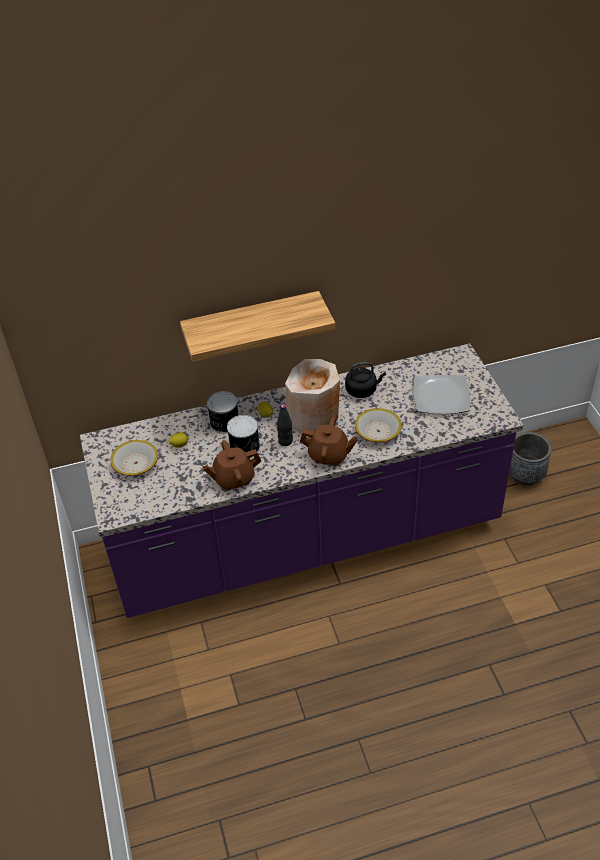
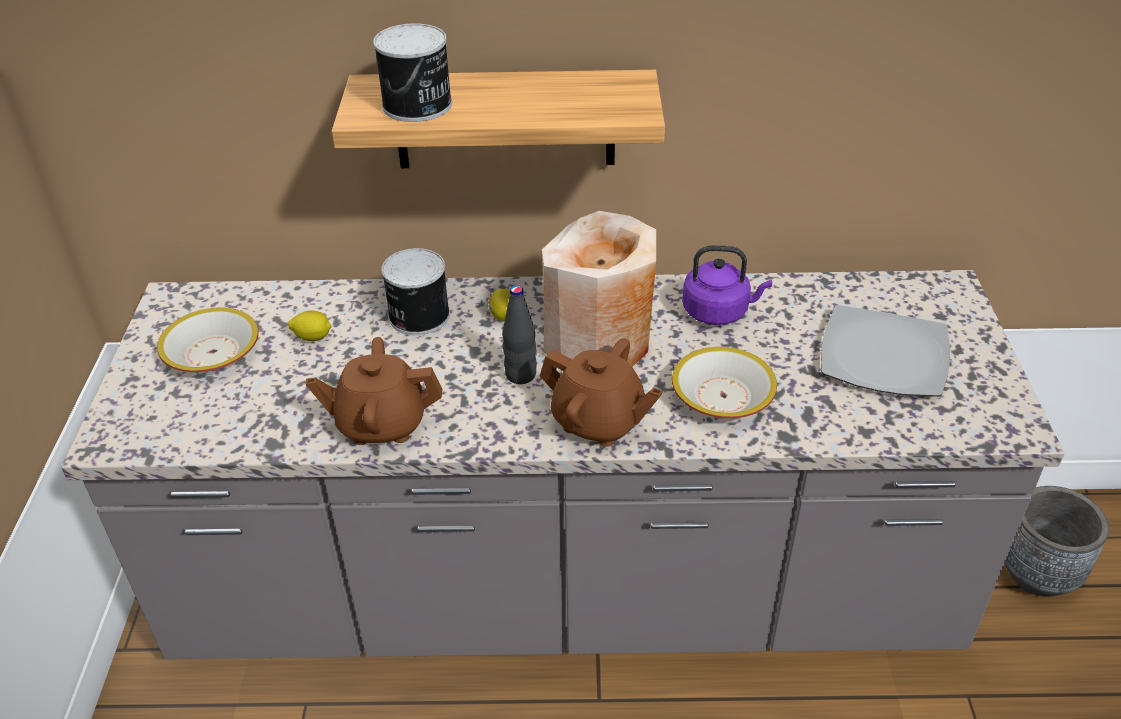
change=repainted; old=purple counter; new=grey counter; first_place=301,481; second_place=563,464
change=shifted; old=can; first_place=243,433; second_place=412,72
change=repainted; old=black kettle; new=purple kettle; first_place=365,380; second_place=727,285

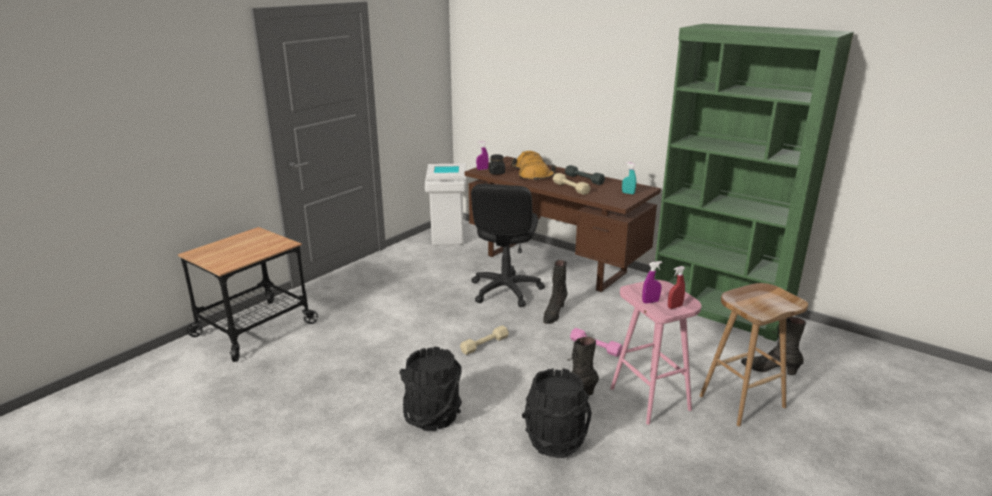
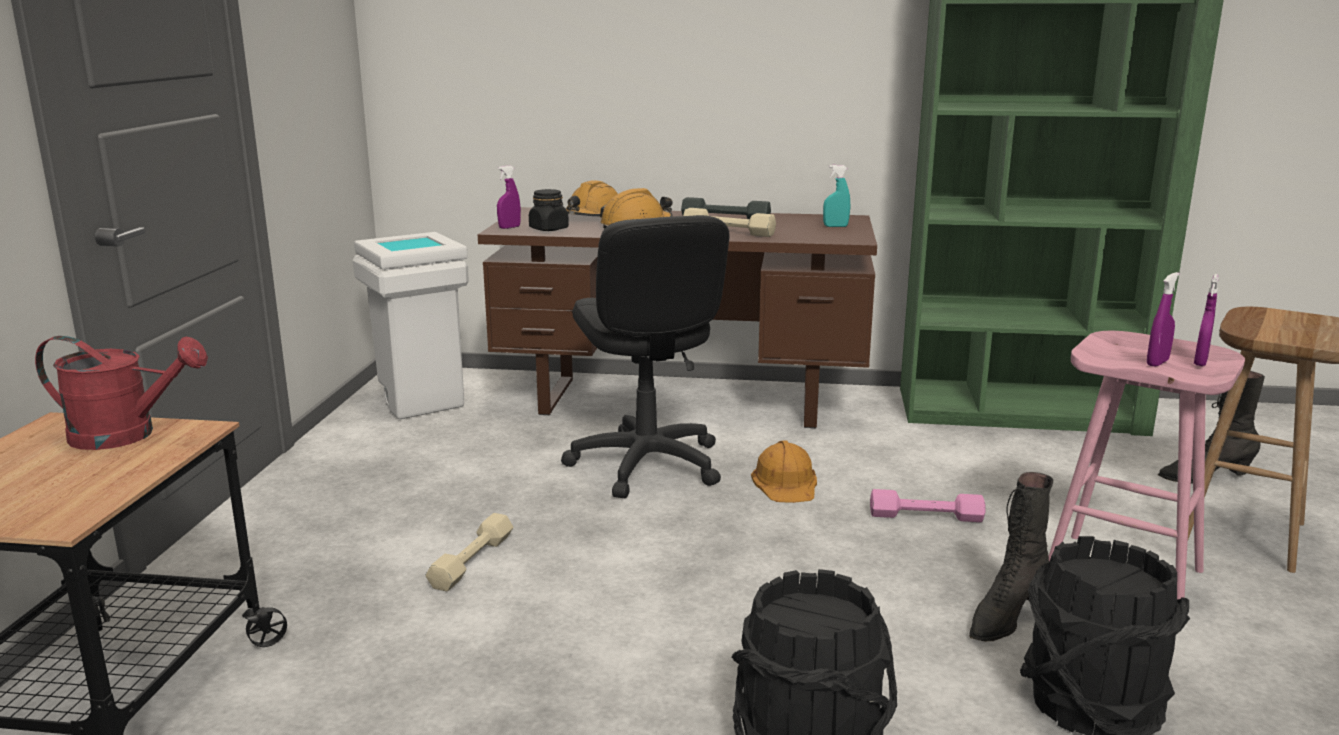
change=shifted; old=beige dumbbell; first_place=484,340; second_place=469,552
change=swapped; old=black boot; new=orange hard hat; first_place=555,292; second_place=784,471
change=repainted; old=red spray bottle; new=purple spray bottle; first_place=676,287; second_place=1206,320
change=new; new=red watering can; second_place=121,393

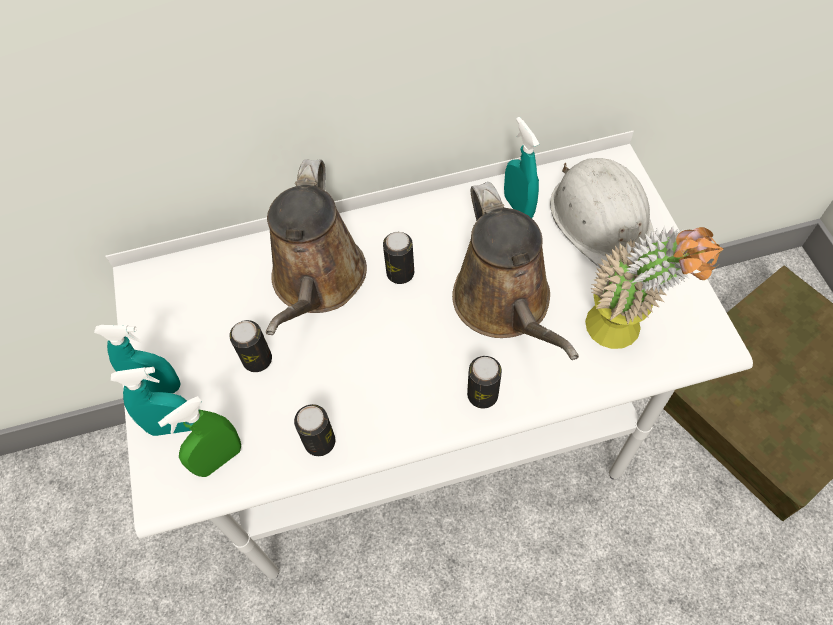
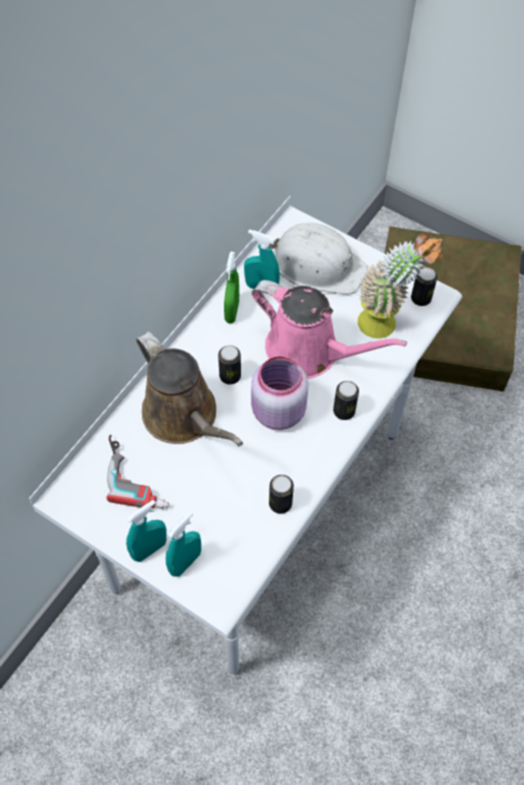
change=shifted; old=green spray bottle; first_place=199,436; second_place=231,287
change=shifted; old=can; first_place=250,346; second_place=424,286
change=repainted; old=brown watering can; new=pink watering can; first_place=515,271; second_place=329,329
change=new; new=power drill; second_place=138,471
change=new; new=pink jar; second_place=279,393

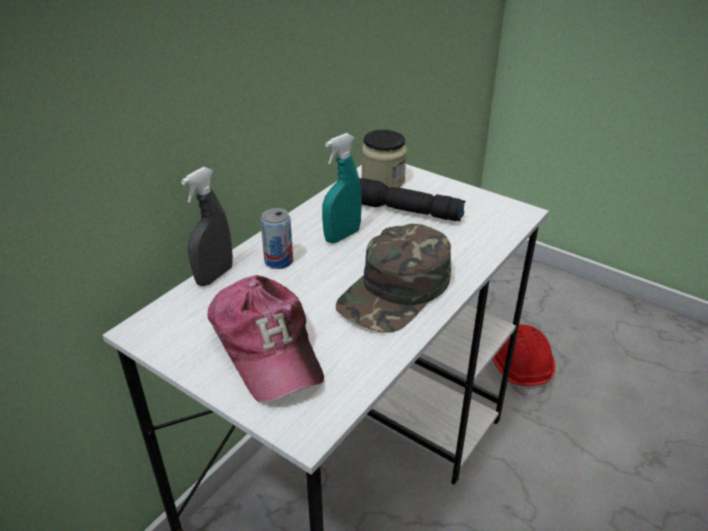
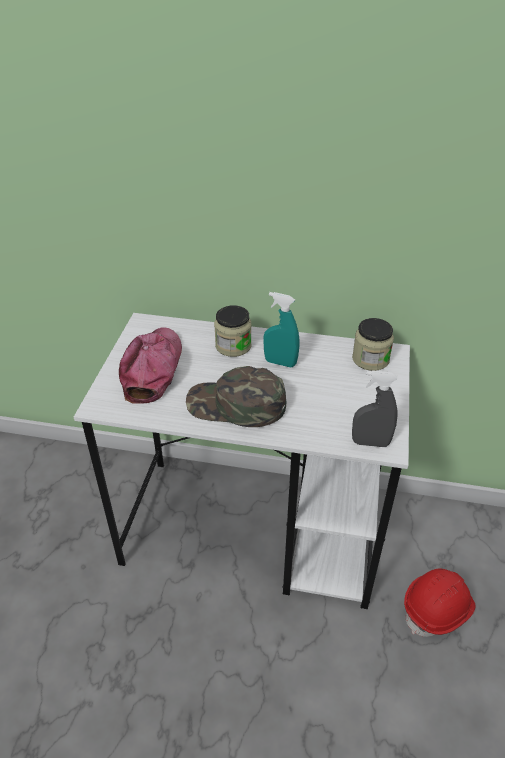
change=shifted; old=grey spray bottle; first_place=207,226; second_place=375,408
change=rotated; old=cap; first_place=266,338; second_place=150,365; degrees=150
change=swapped; old=can; new=jar; first_place=276,238; second_place=232,331
change=gone; old=black flashlight; first_place=412,199

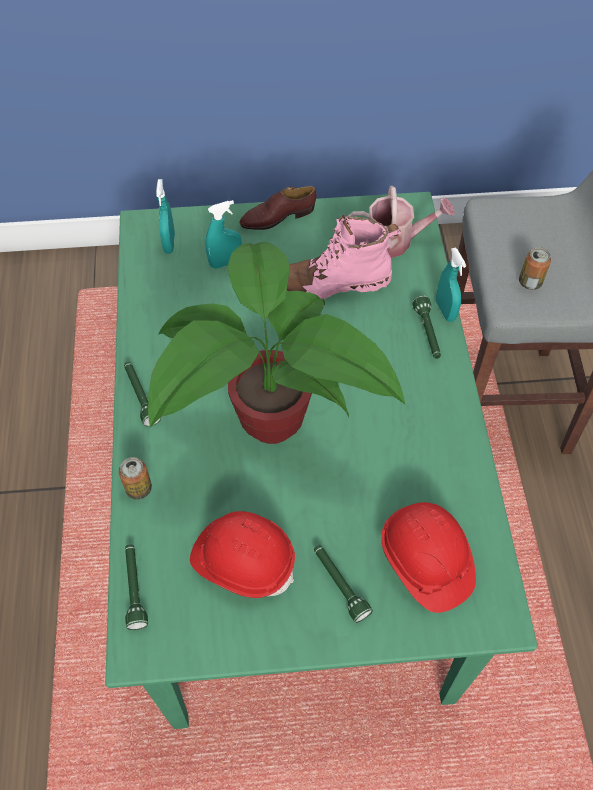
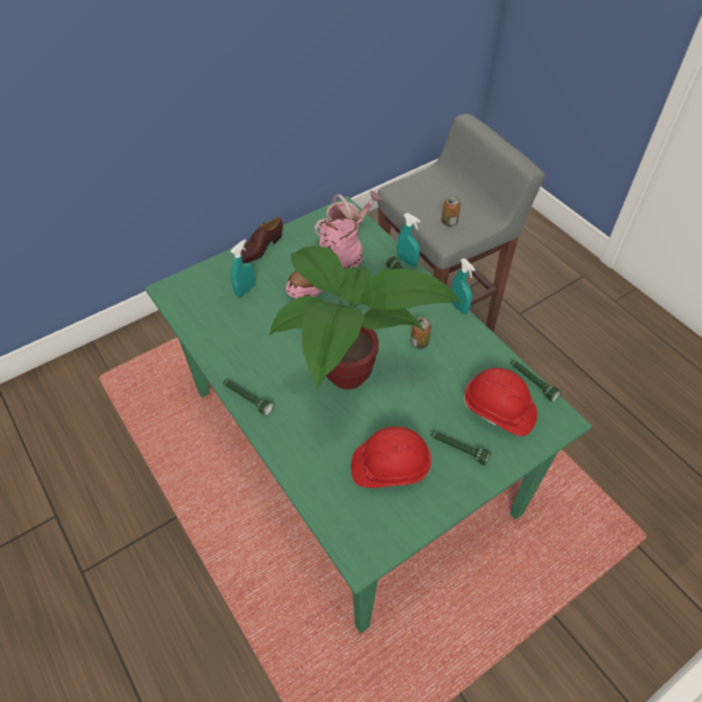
change=shifted; old=can; first_place=135,478; second_place=421,333
change=shifted; old=green flashlight; first_place=136,587; second_place=536,381
change=shifted; old=turquoise spray bottle; first_place=165,216; second_place=463,286

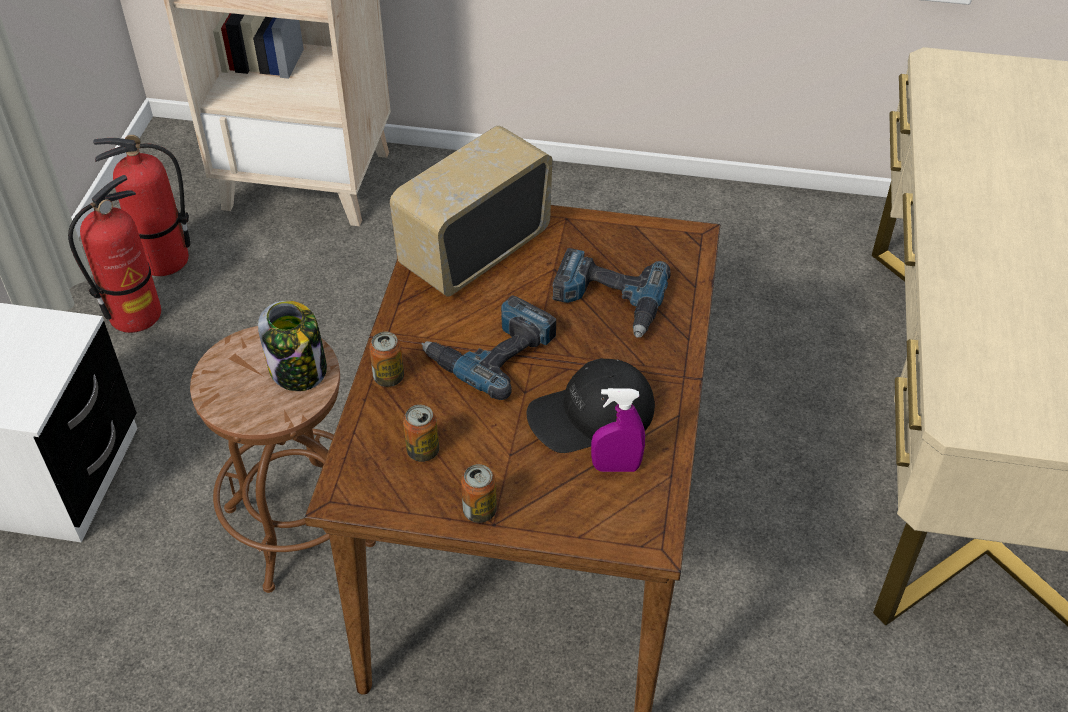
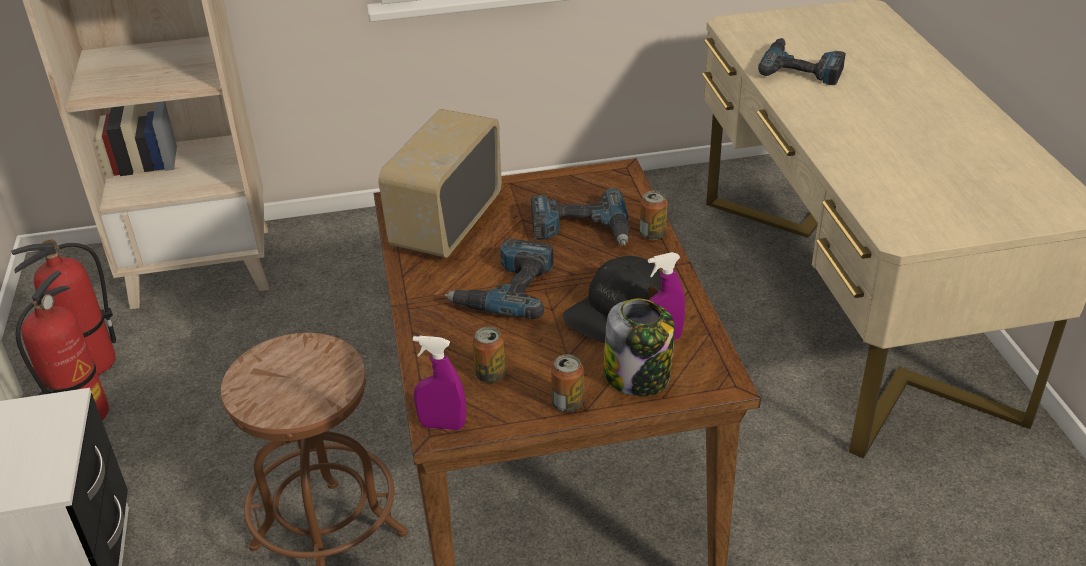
change=shifted; old=jar; first_place=292,346; second_place=639,347
change=shifted; old=can; first_place=386,359; second_place=653,215
change=new; new=purple spray bottle; second_place=439,383
change=new; new=power drill; second_place=802,61

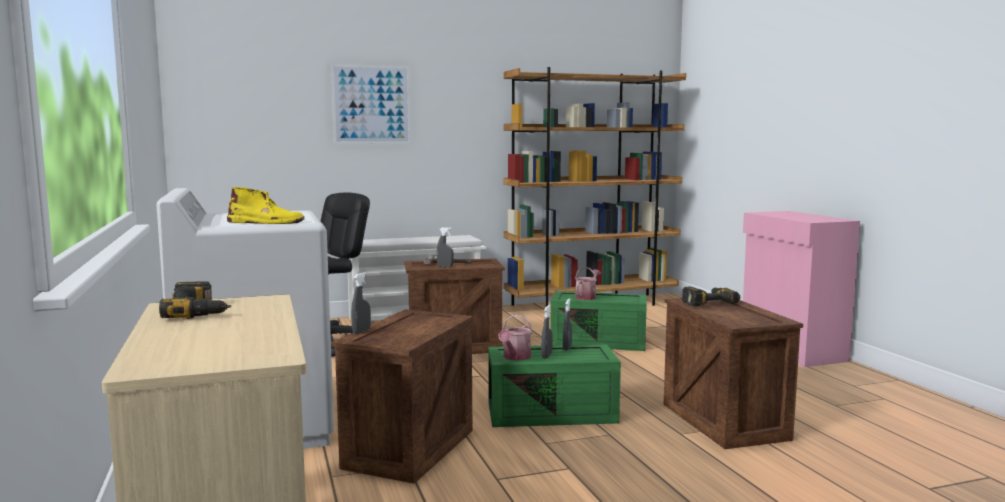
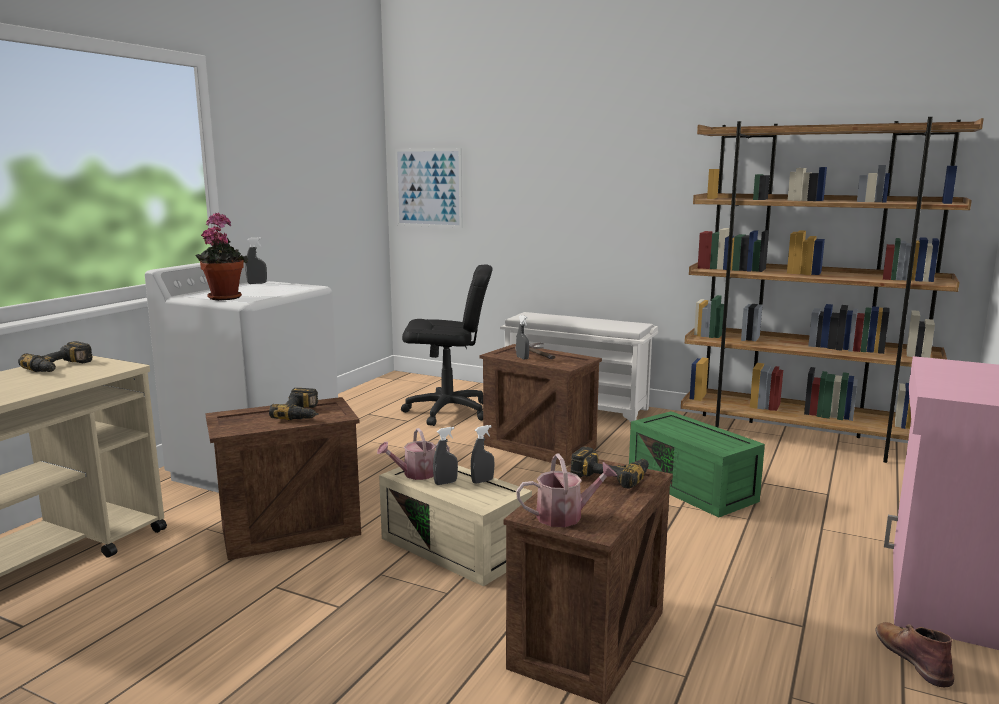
change=swapped; old=yellow boot; new=potted plant; first_place=266,205; second_place=221,256
change=shifted; old=picture; first_place=371,104; second_place=429,188
change=shifted; old=grey spray bottle; first_place=361,303; second_place=256,260
change=repainted; old=green storage box; new=beige storage box; first_place=554,385; second_place=455,526
change=shifted; old=watering can; first_place=588,283; second_place=566,490
change=new; new=power drill; second_place=294,404
change=new; new=brown boot; second_place=915,654

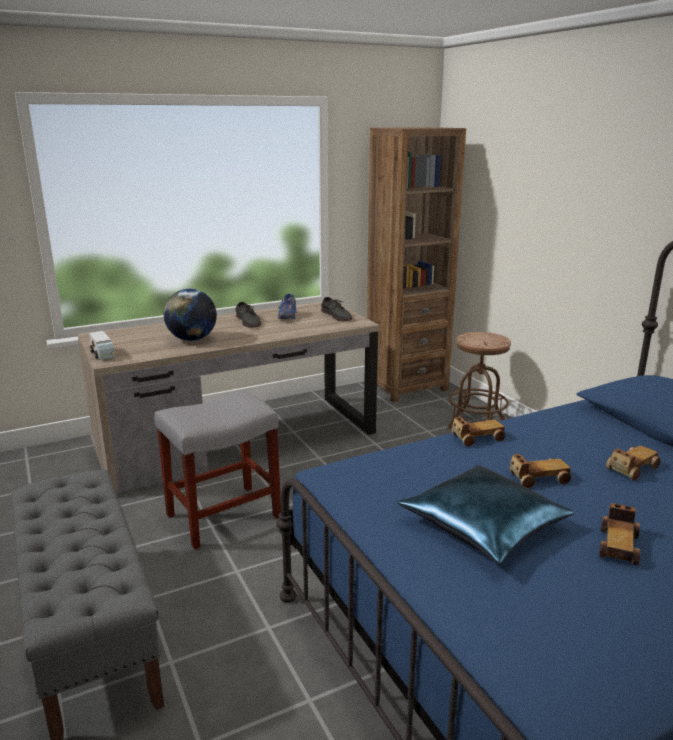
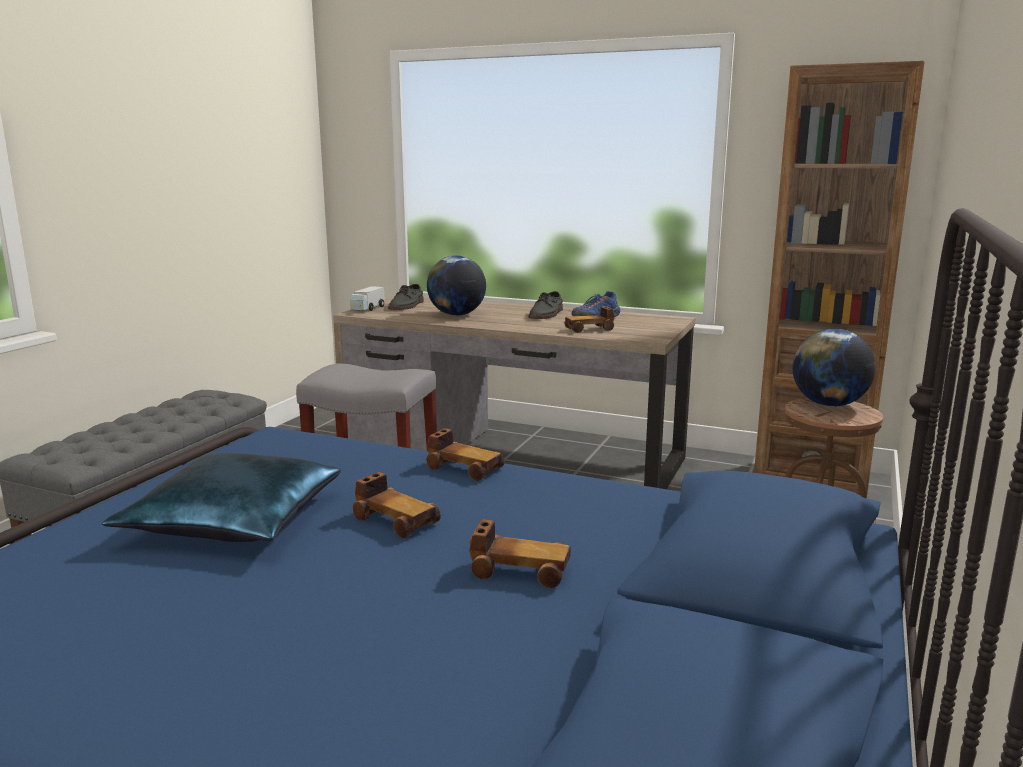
change=shifted; old=grey shoe; first_place=336,309; second_place=406,297
change=shifted; old=toy car; first_place=620,534; second_place=589,319
change=new; new=globe; second_place=834,368

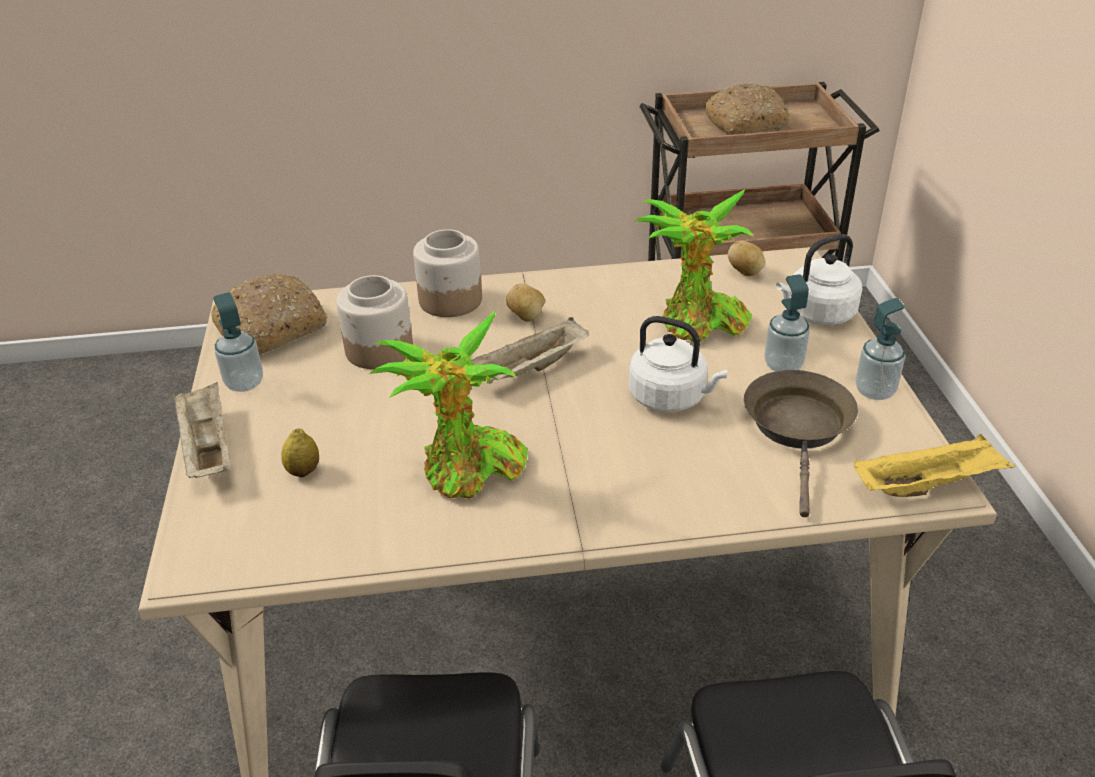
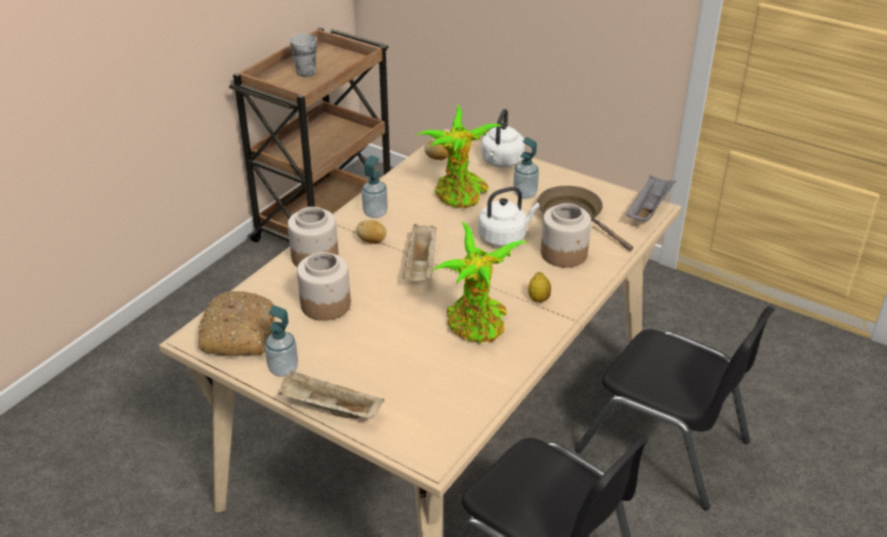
change=shifted; old=lemon; first_place=300,452; second_place=539,287
change=swapped; old=bread; new=cup; first_place=747,109; second_place=303,55
change=repainted; old=yellow tray; new=grey tray; first_place=935,465; second_place=651,198
change=shifted; old=soap dispenser; first_place=880,349; second_place=375,186
change=new; new=jar; second_place=566,235

